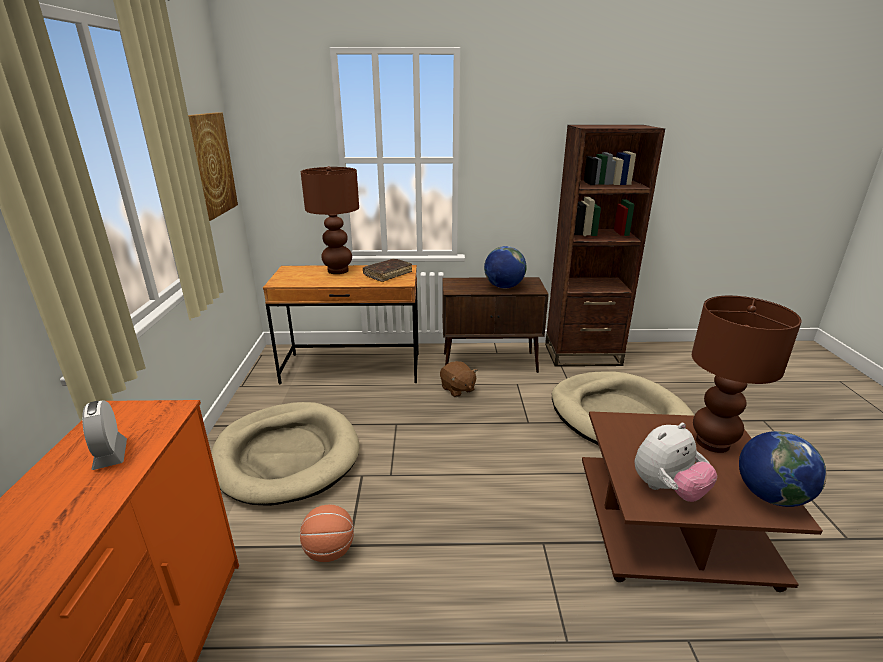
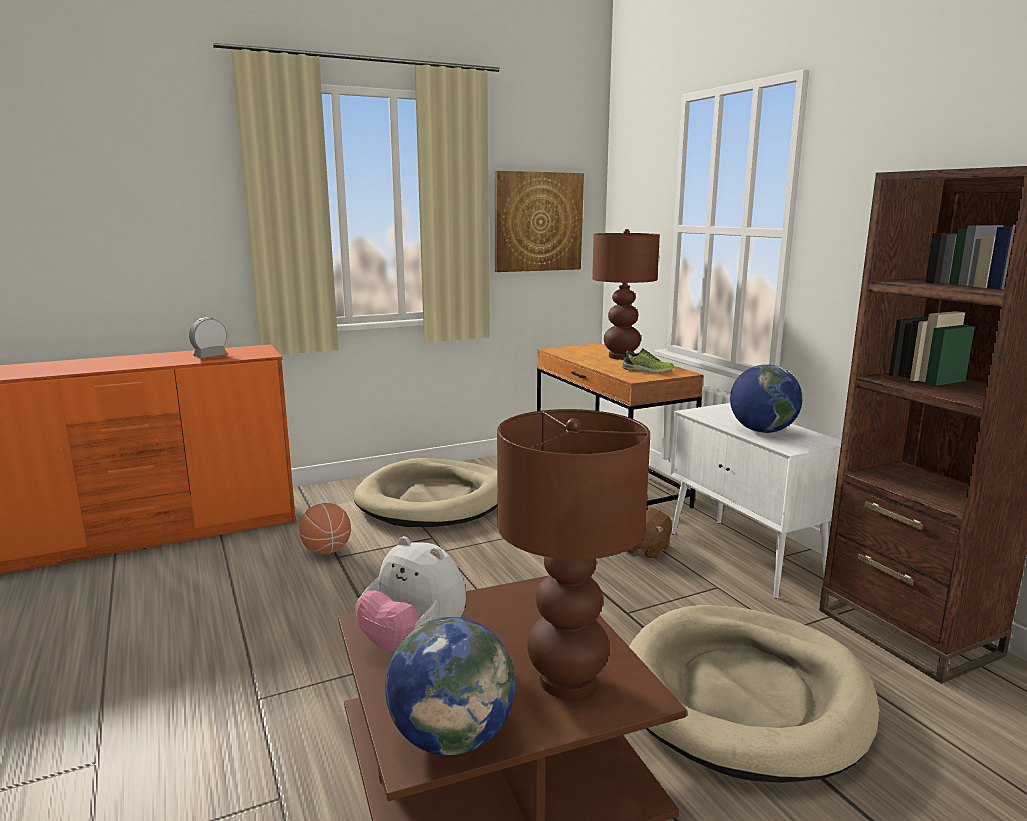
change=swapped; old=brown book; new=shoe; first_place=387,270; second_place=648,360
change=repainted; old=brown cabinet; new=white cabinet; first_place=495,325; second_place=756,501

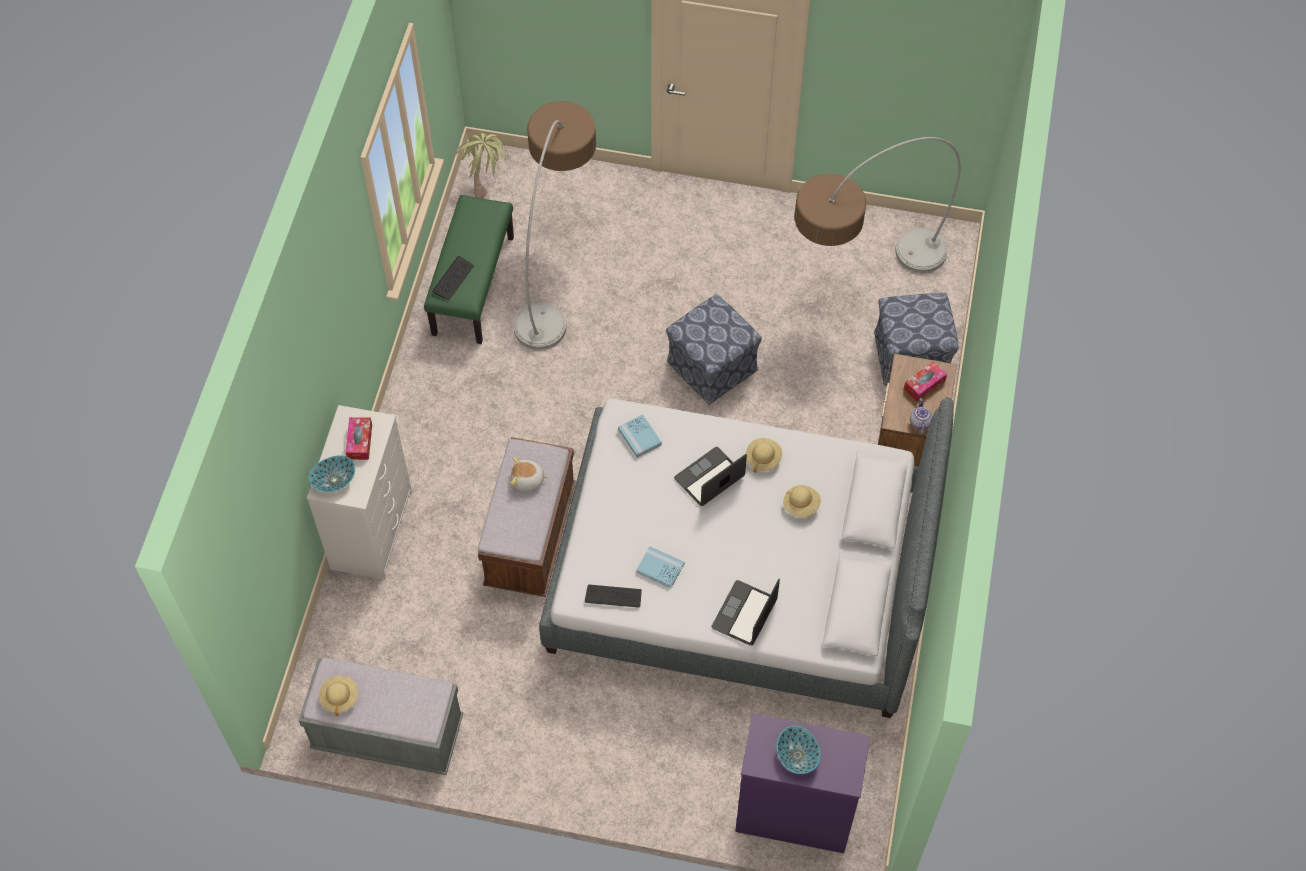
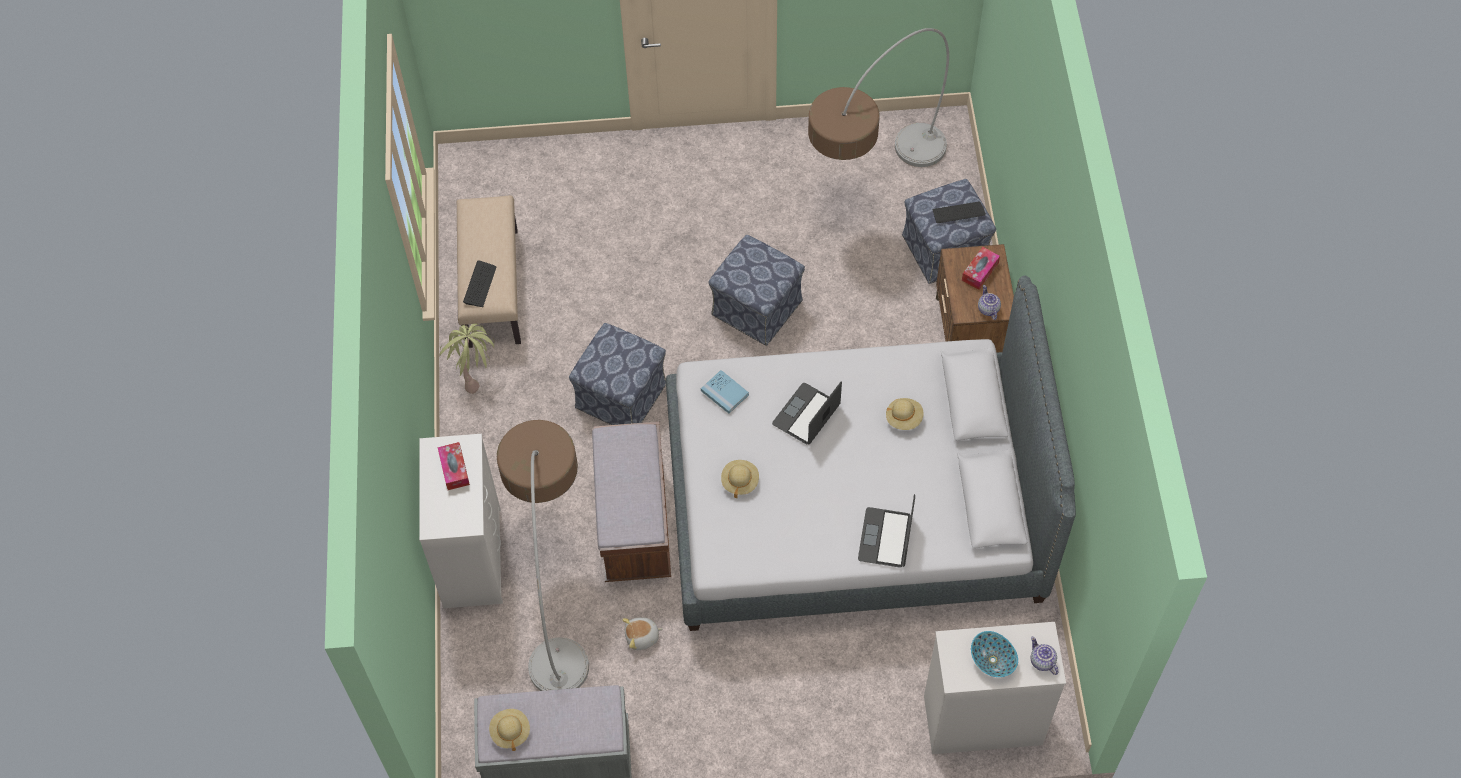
change=gone; old=bowl; first_place=332,473
change=repainted; old=green bench; new=beige bench; first_place=469,269; second_place=489,271
change=shifted; old=potted plant; first_place=482,166; second_place=467,358
change=shifted; old=plush toy; first_place=529,474; second_place=642,633
change=shifted; old=floor lamp; first_place=554,225; second_place=543,555
change=shifted; old=keyboard; first_place=613,596; second_place=959,212
change=gone; old=blue book; first_place=660,567
change=repainted; old=purple dresser; new=white dresser; first_place=802,783; second_place=995,688
change=shifted; old=beige hat; first_place=764,455; second_place=740,479
change=new; new=ottoman; second_place=617,374
change=new; new=teapot; second_place=1044,656

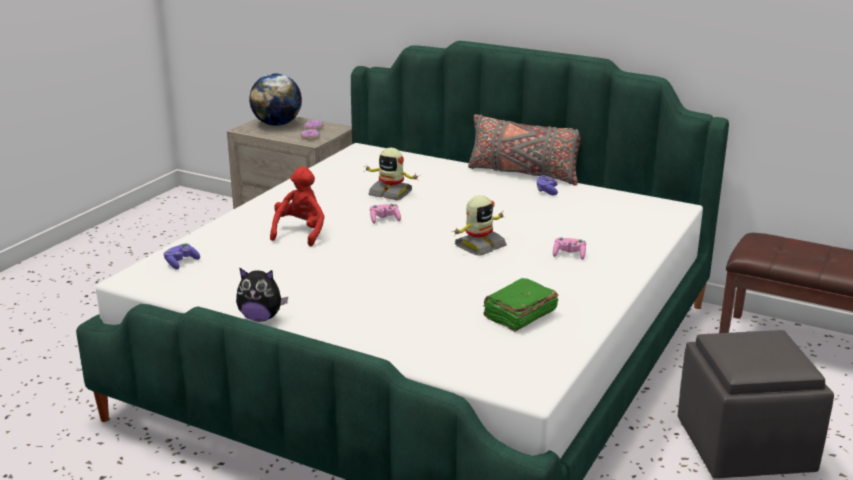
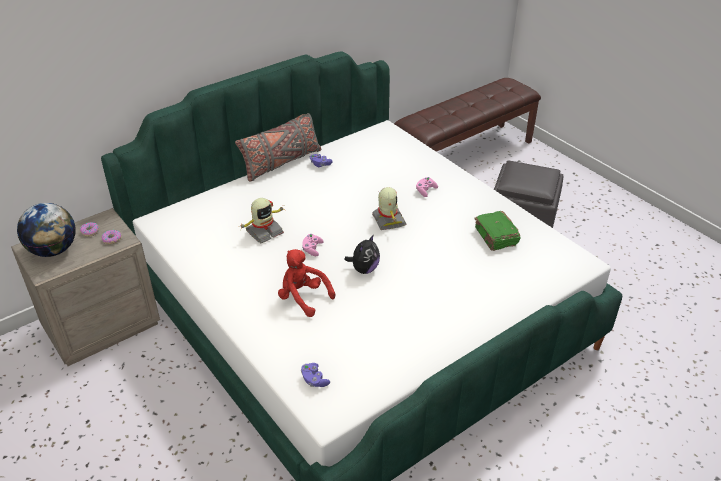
change=shifted; old=plush toy; first_place=262,295; second_place=362,254

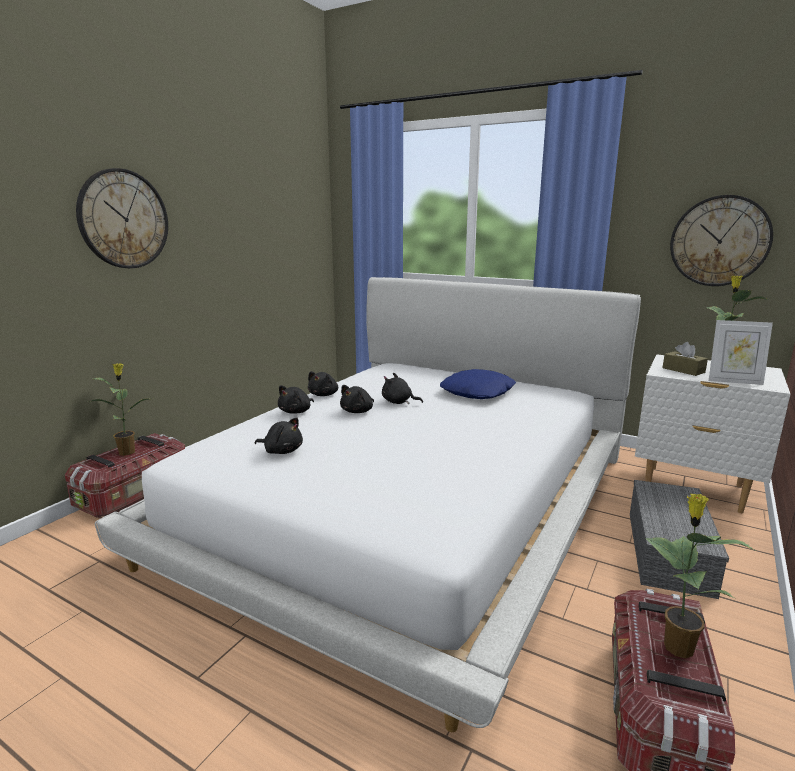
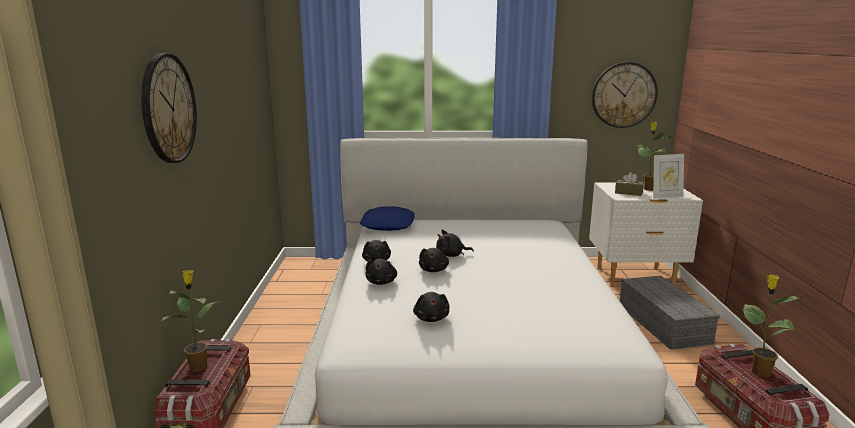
change=rotated; old=black plush toy; first_place=279,436; second_place=431,307; degrees=90
change=shifted; old=blue pillow; first_place=478,384; second_place=387,218

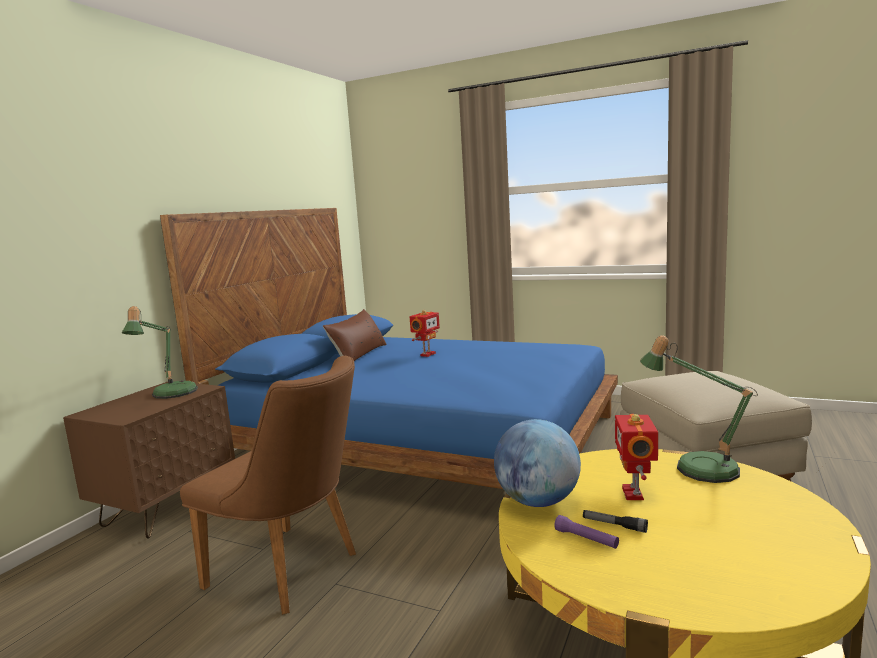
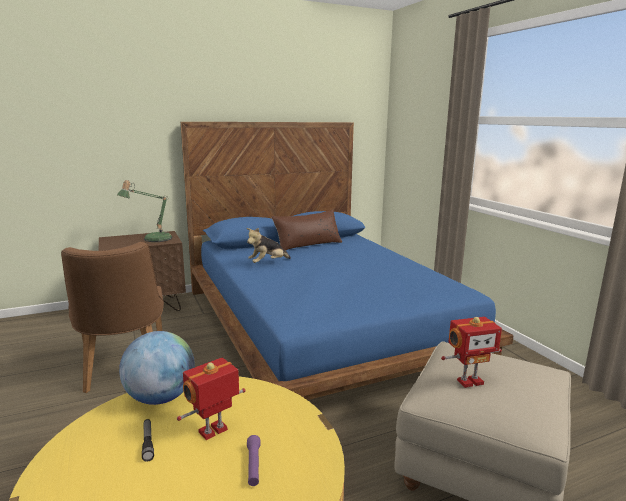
change=shifted; old=toy robot; first_place=425,333; second_place=471,352
change=shifted; old=purple flashlight; first_place=586,532; second_place=254,460
change=gone; old=table lamp; first_place=699,409
change=new; new=plush toy; second_place=269,245

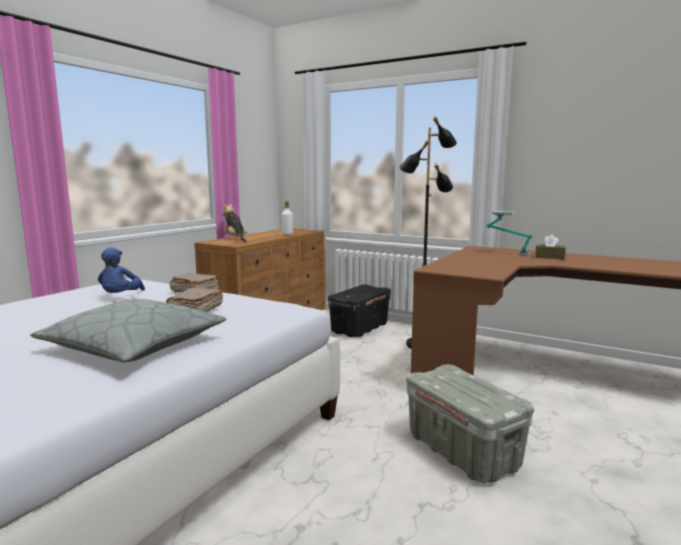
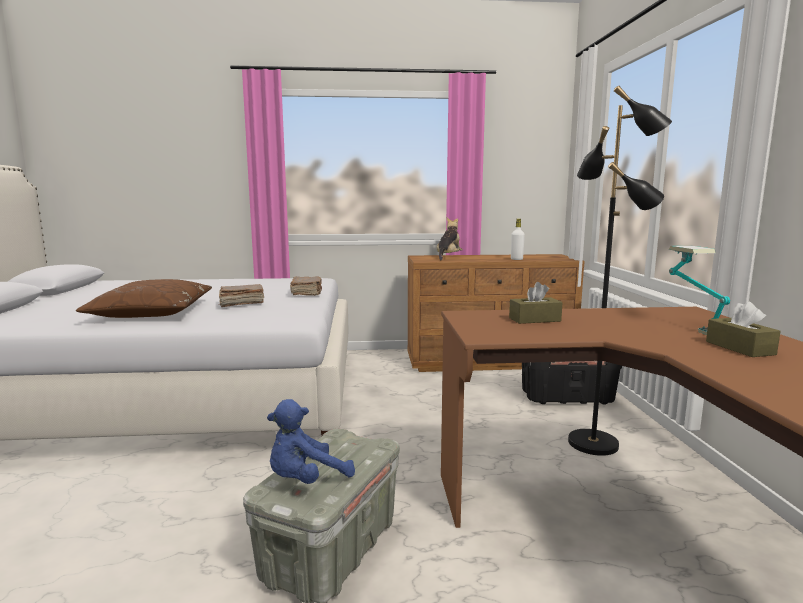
change=repainted; old=grey pillow; new=brown pillow; first_place=128,330; second_place=144,298
change=shifted; old=blue plush toy; first_place=121,270; second_place=311,441
change=new; new=brown tissue box; second_place=536,303

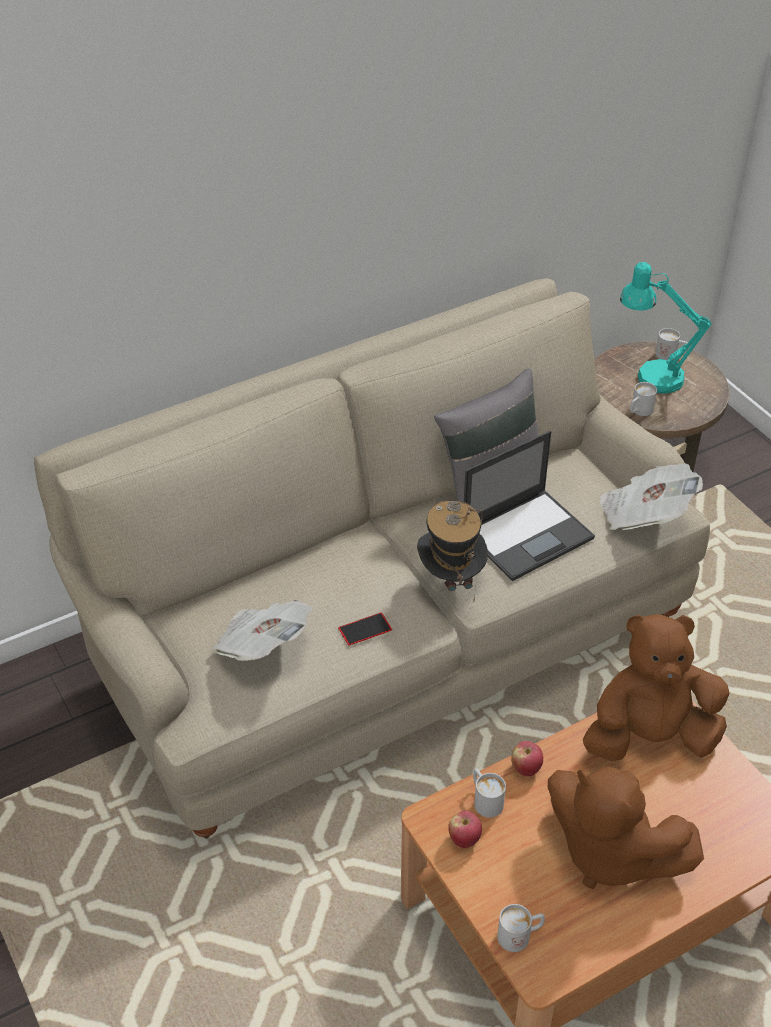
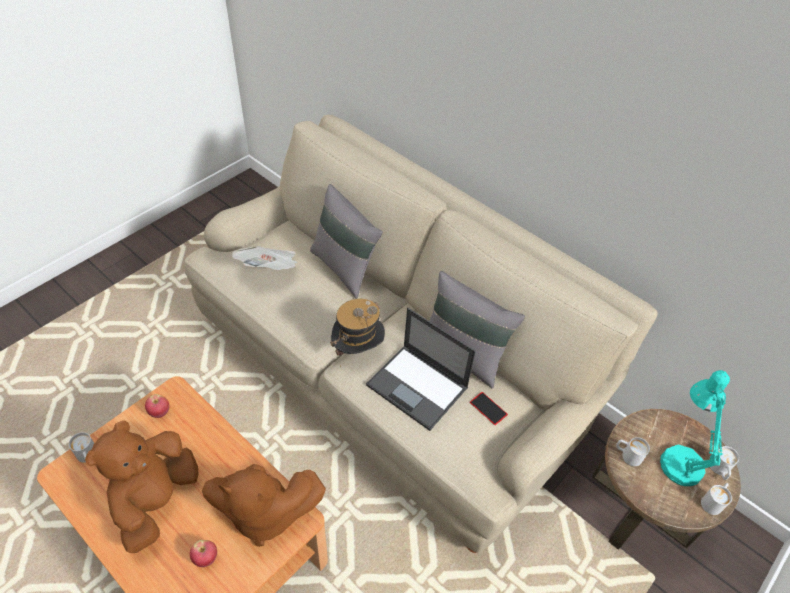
change=shifted; old=phone; first_place=365,629; second_place=489,408
change=shifted; old=white mug; first_place=489,793; second_place=716,499
change=shifted; old=apple; first_place=527,758; second_place=203,553
change=rotated; old=brown plush toy; first_place=656,687; second_place=264,505; degrees=120
change=gone; old=newspaper; first_place=651,497
change=new; new=grey pillow; second_place=346,241

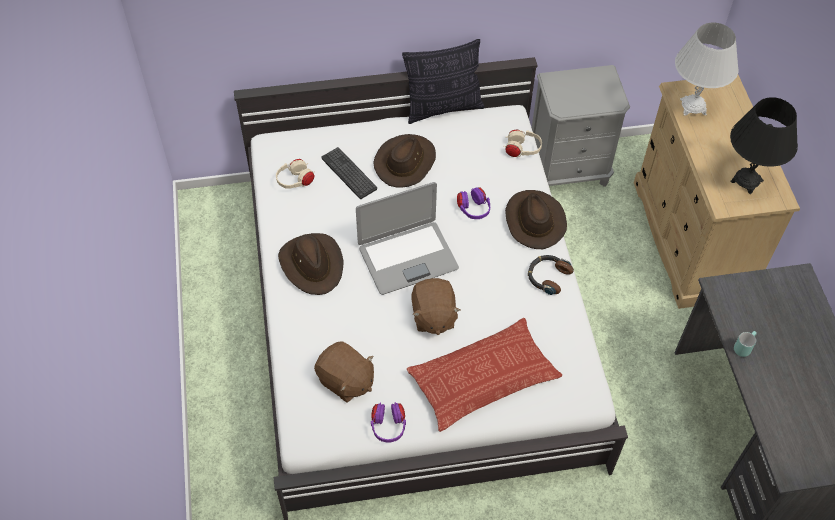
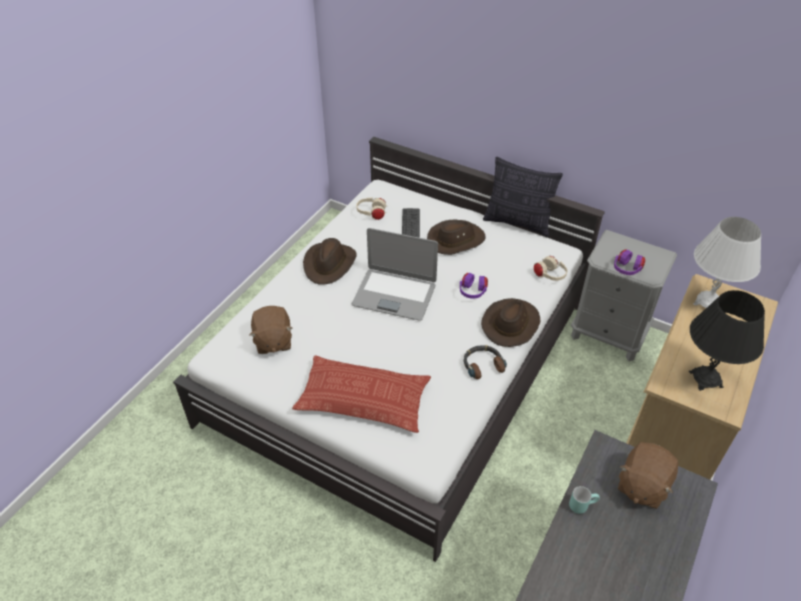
change=shifted; old=purple headphones; first_place=388,422; second_place=629,262
change=shifted; old=brown plush toy; first_place=435,306; second_place=648,475

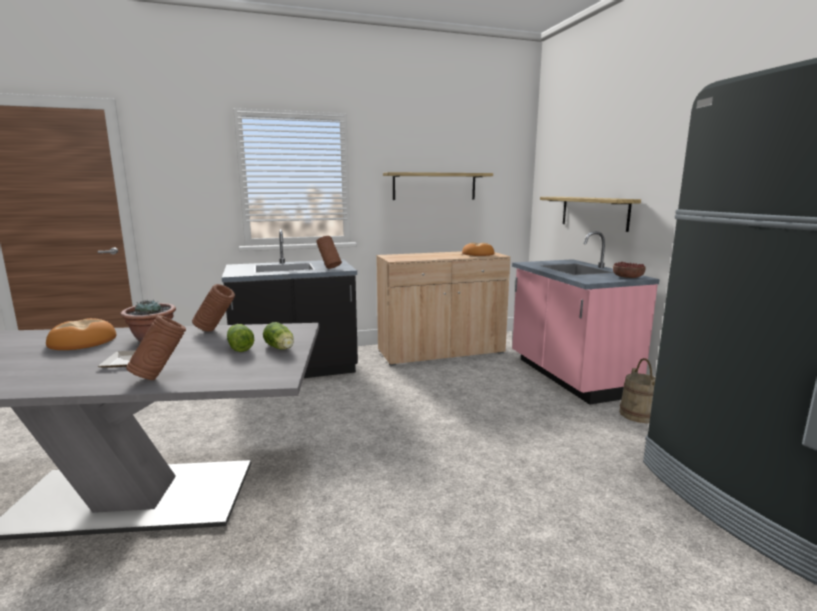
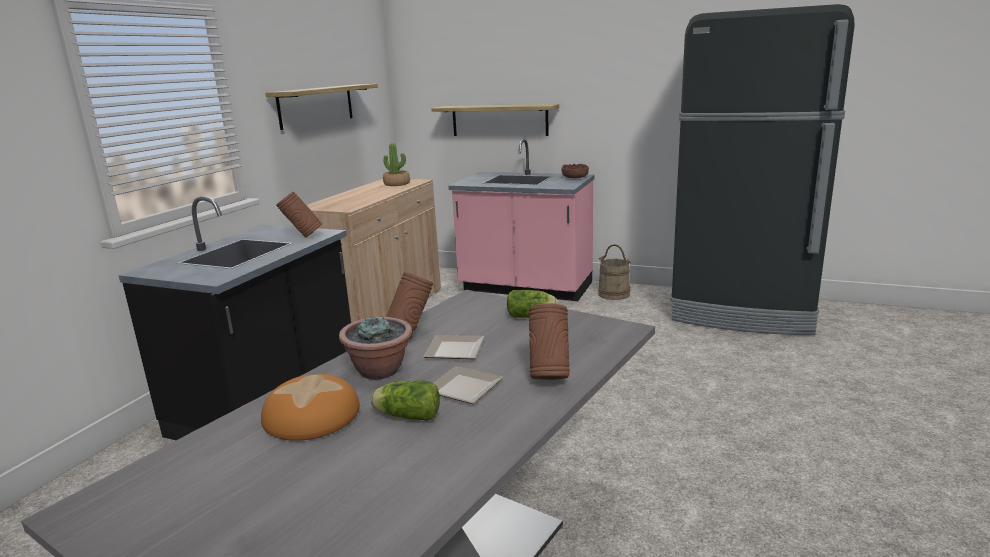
change=shifted; old=lettuce; first_place=240,338; second_place=405,401
change=swapped; old=bread; new=potted plant; first_place=478,249; second_place=396,164
change=new; new=plate; second_place=453,347

